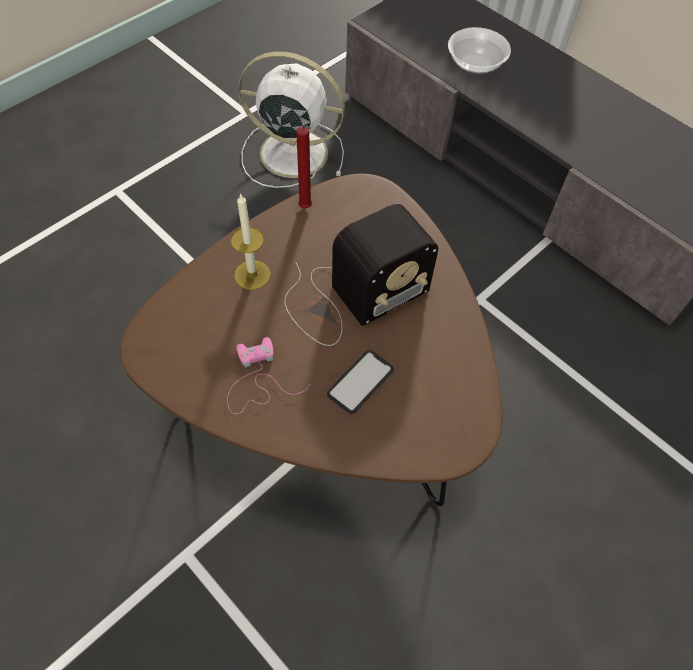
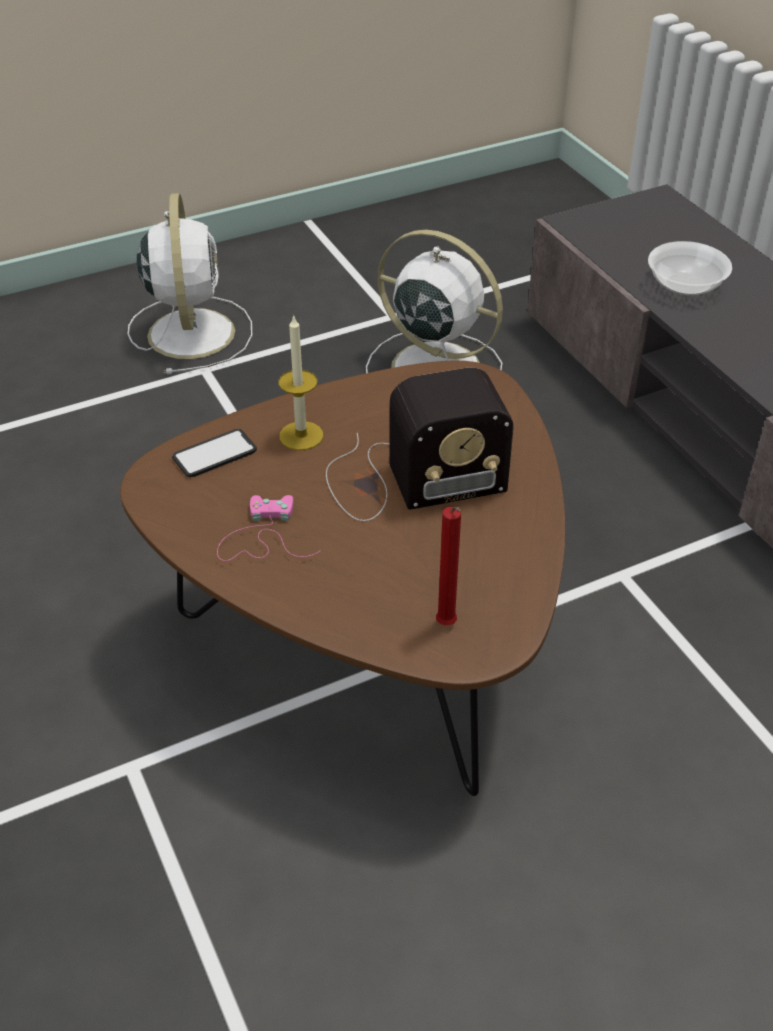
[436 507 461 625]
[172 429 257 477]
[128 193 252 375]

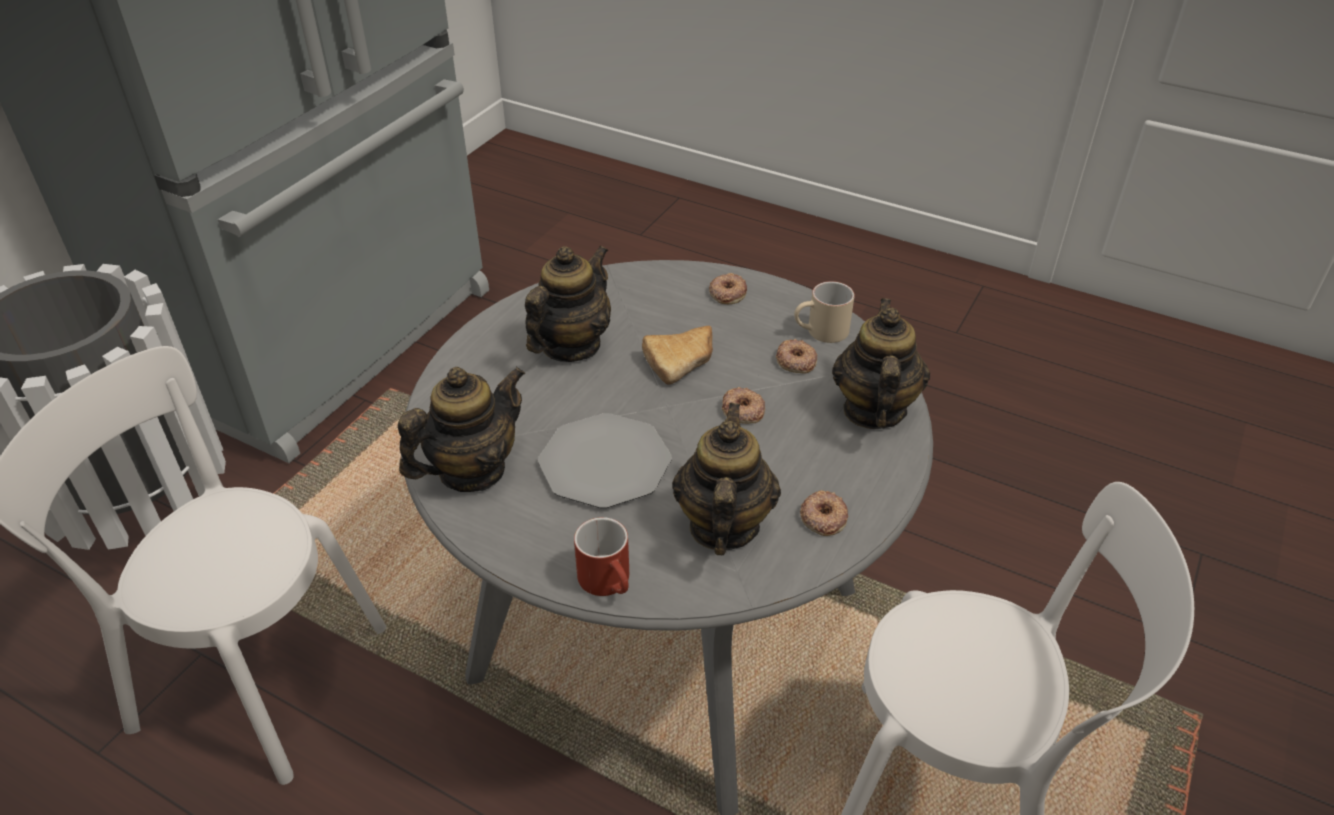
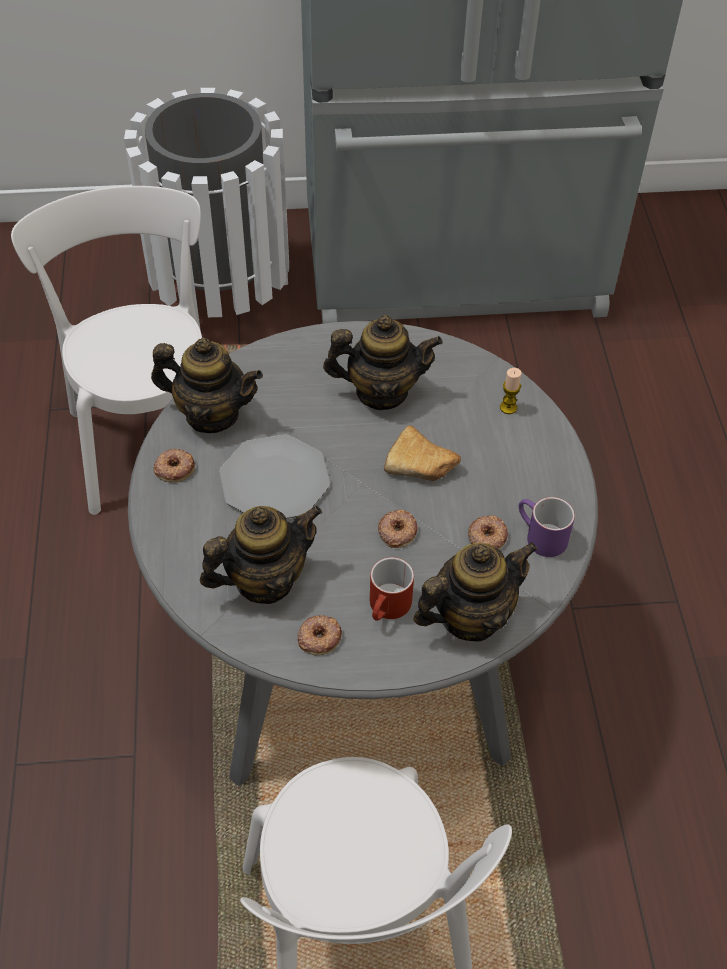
[370 557 414 621]
[154 449 195 483]
[519 497 575 557]
[500 368 522 414]

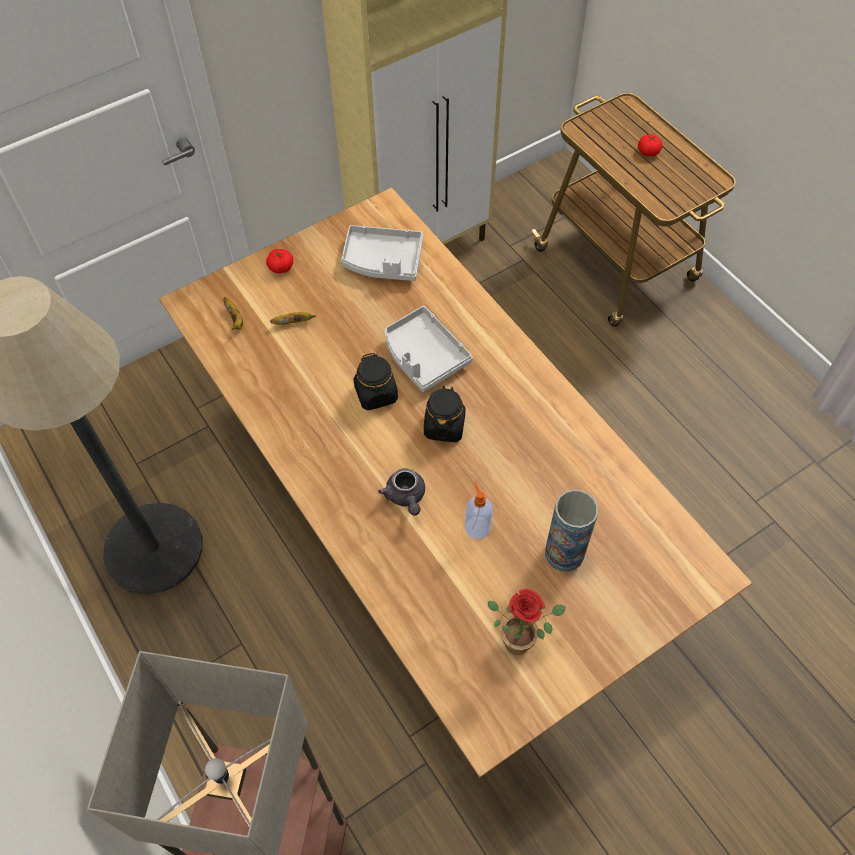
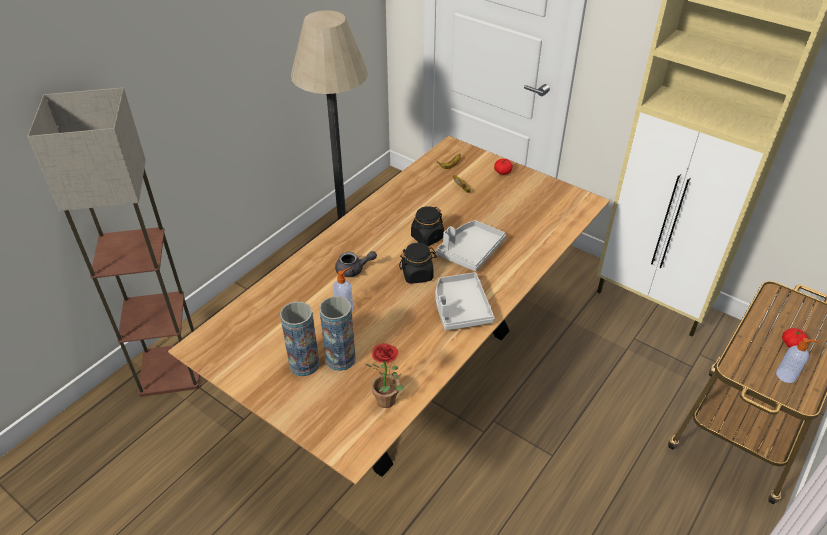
[435 272 495 330]
[335 251 377 277]
[366 343 404 408]
[280 301 320 376]
[776 338 819 383]

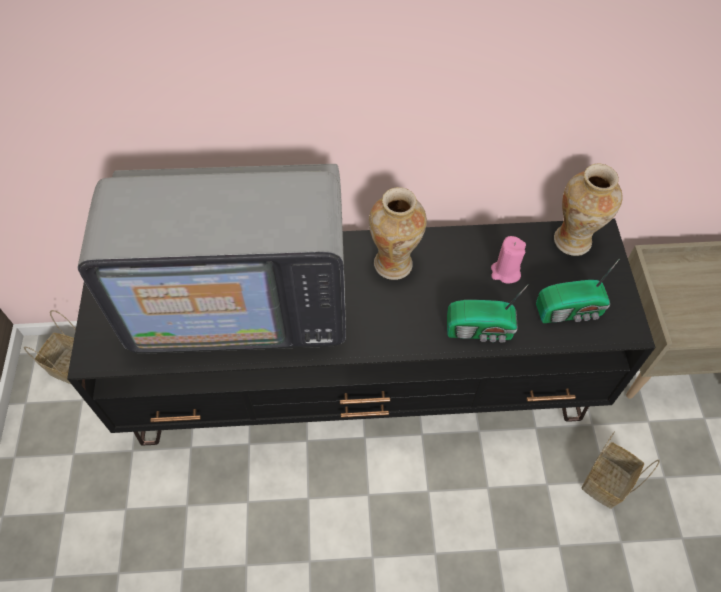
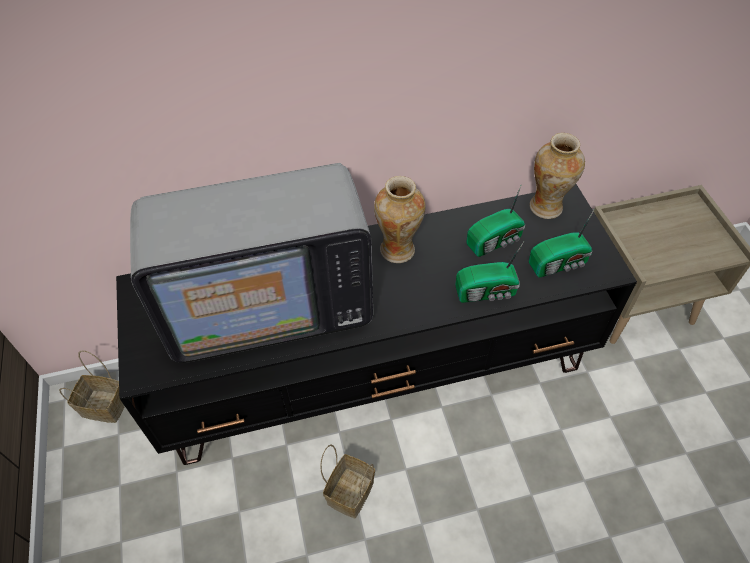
[466 184 525 257]
[320 444 375 518]

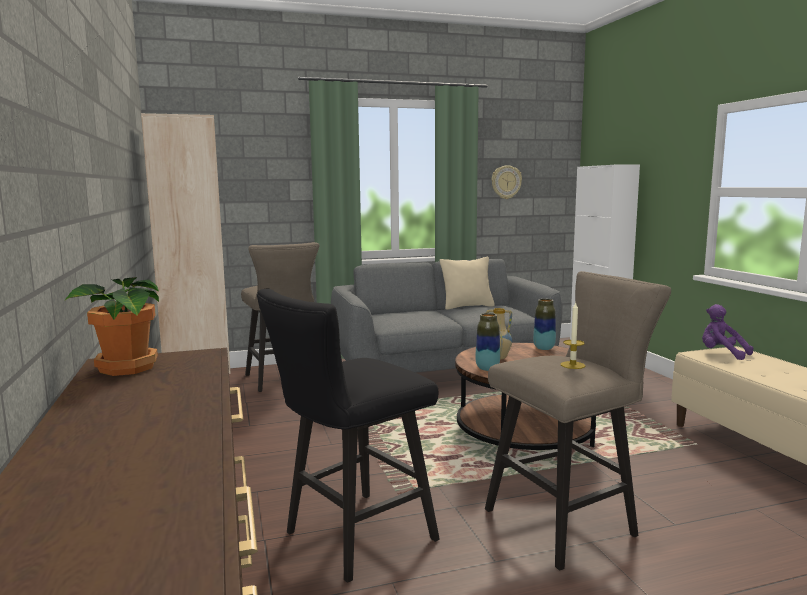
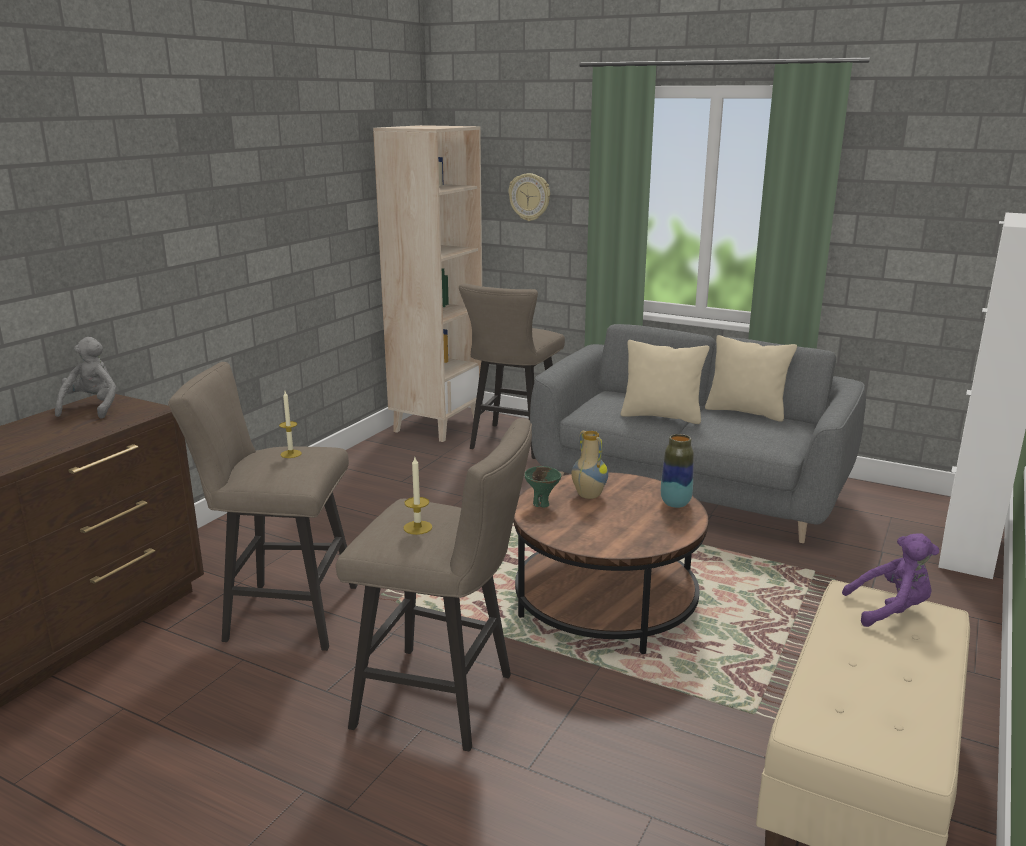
[55 337 116 419]
[168 362 357 651]
[524 466 561 508]
[508 173 550 221]
[842 533 939 627]
[279 391 302 458]
[621 340 709 424]

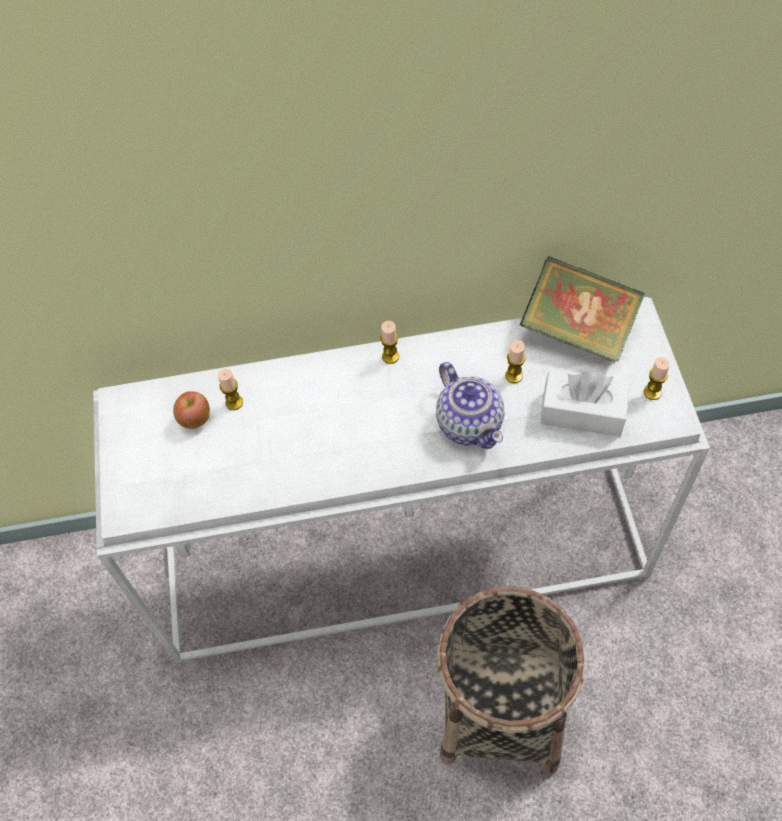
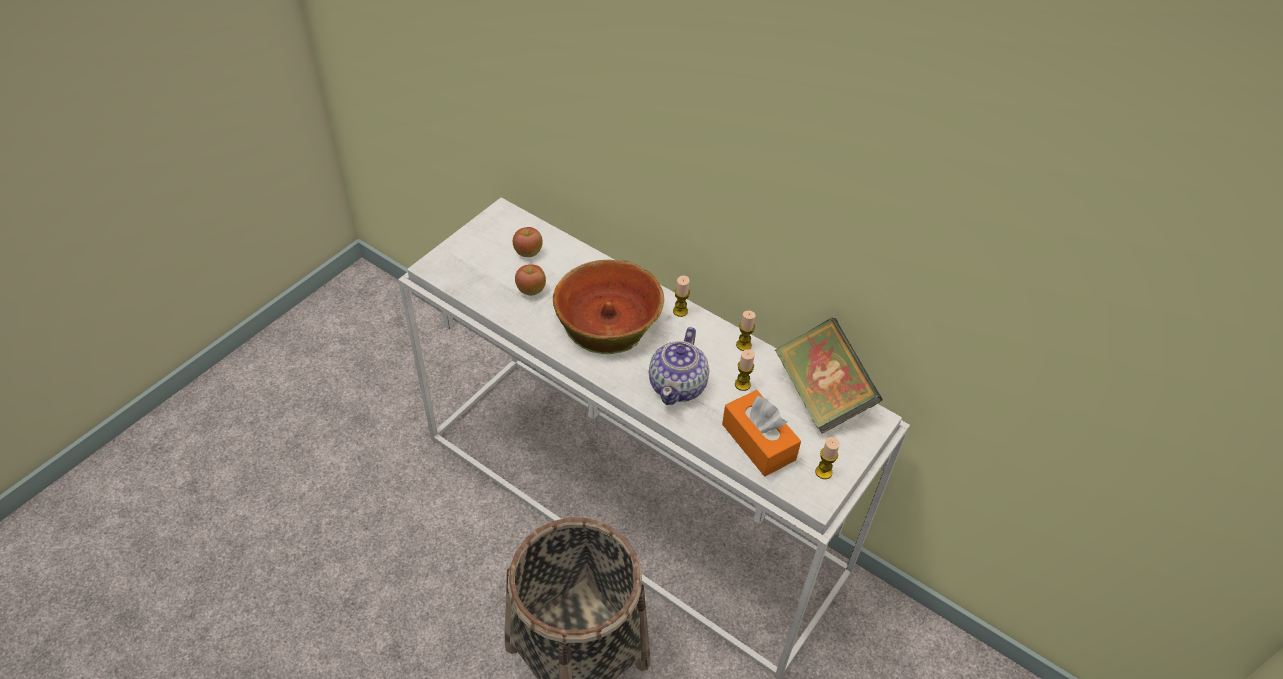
[736 311 756 351]
[722 390 801 476]
[515 264 546 296]
[553 260 664 354]

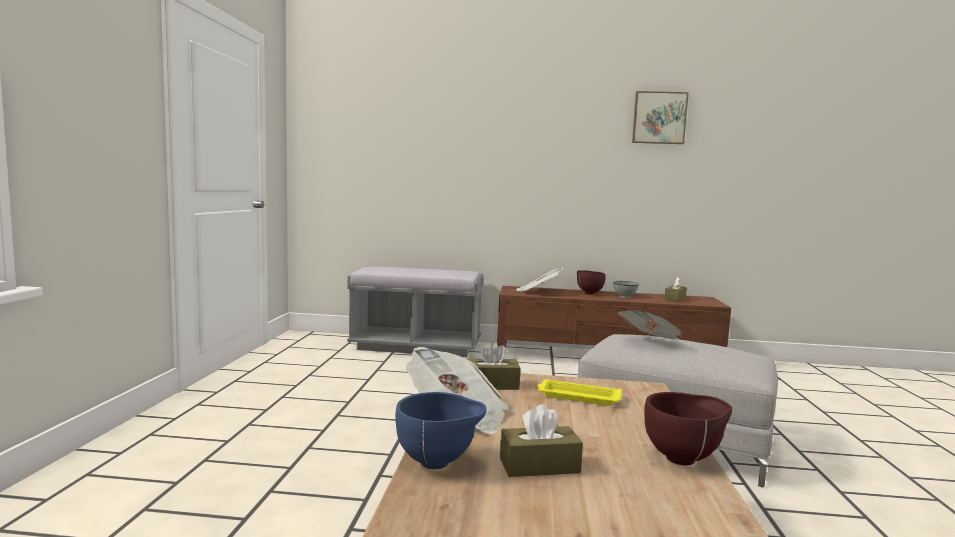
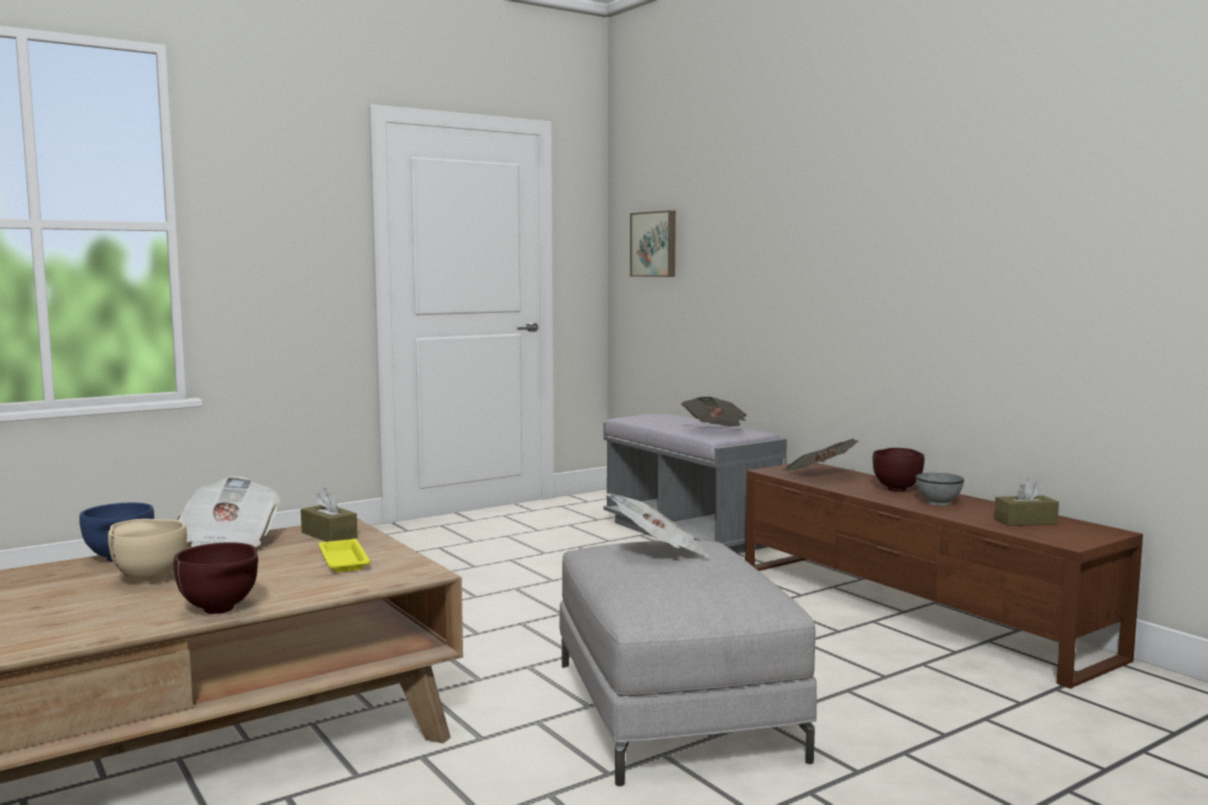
[108 519 187 584]
[630 210 676 277]
[681 397 746 426]

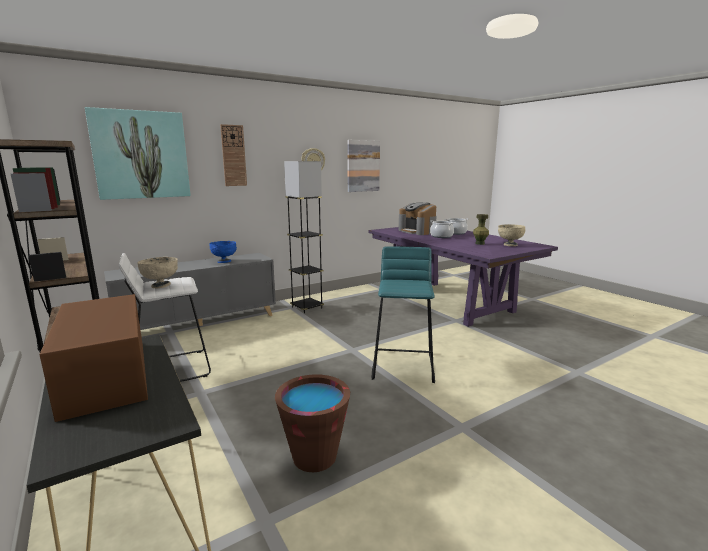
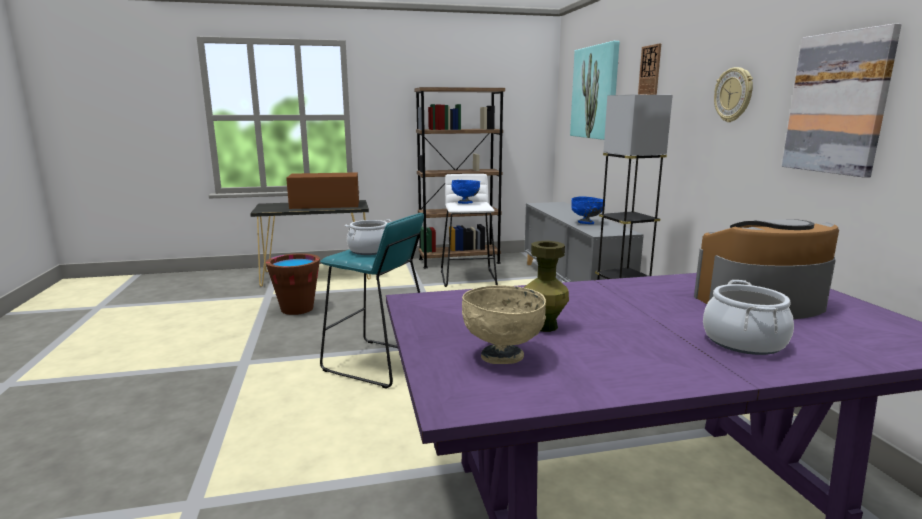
[451 180 480 204]
[345 219 392 255]

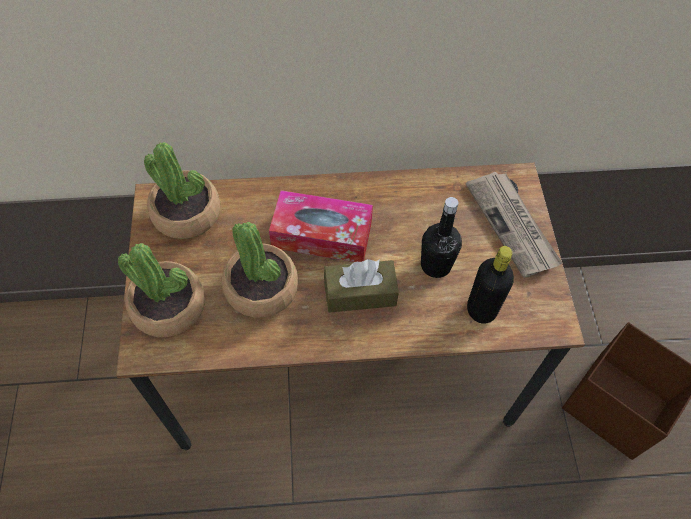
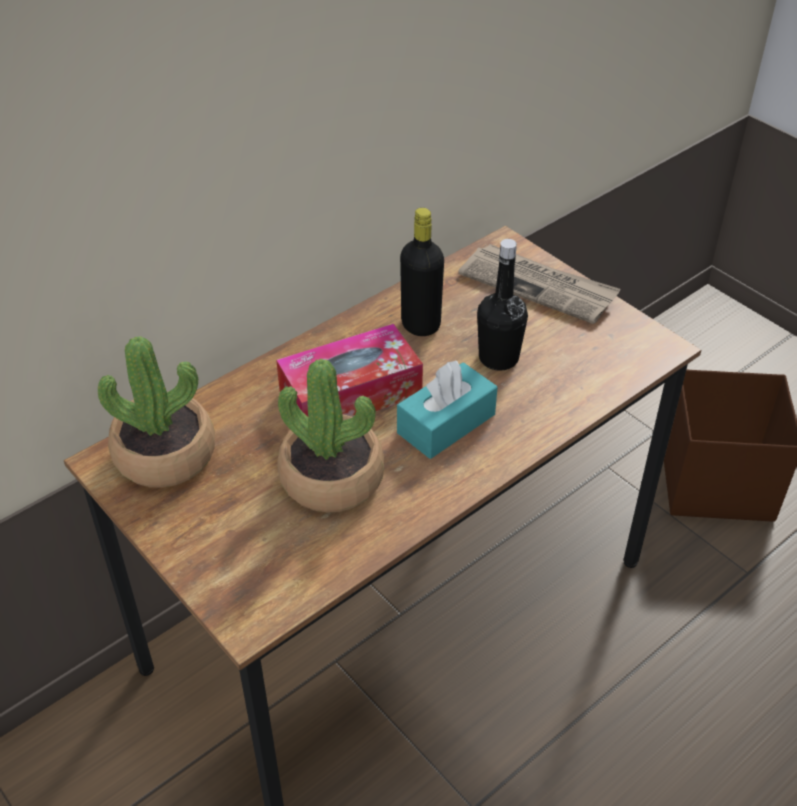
[118 243 205 337] (first image)
[397 361 497 459]
[400 208 444 336]

